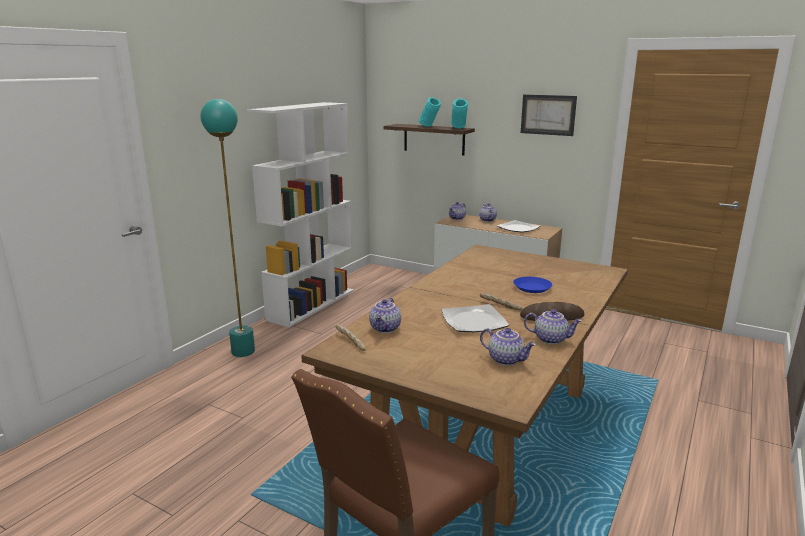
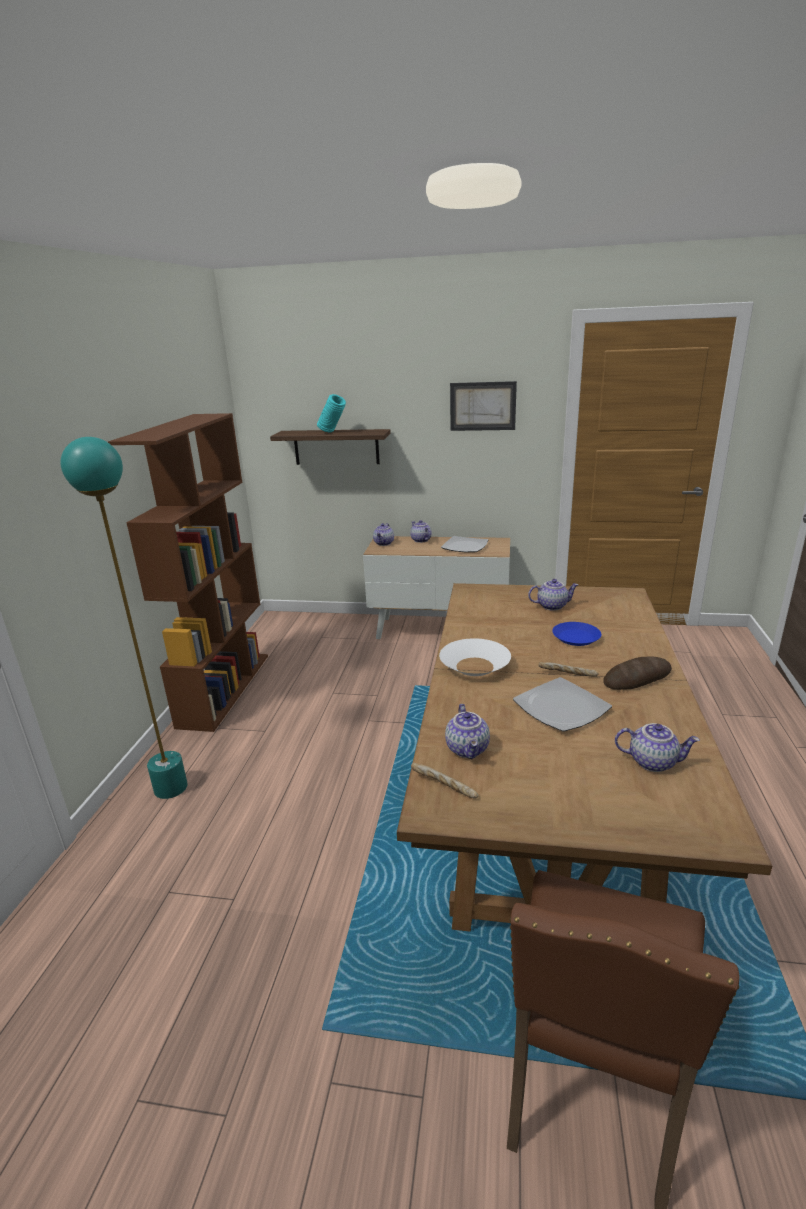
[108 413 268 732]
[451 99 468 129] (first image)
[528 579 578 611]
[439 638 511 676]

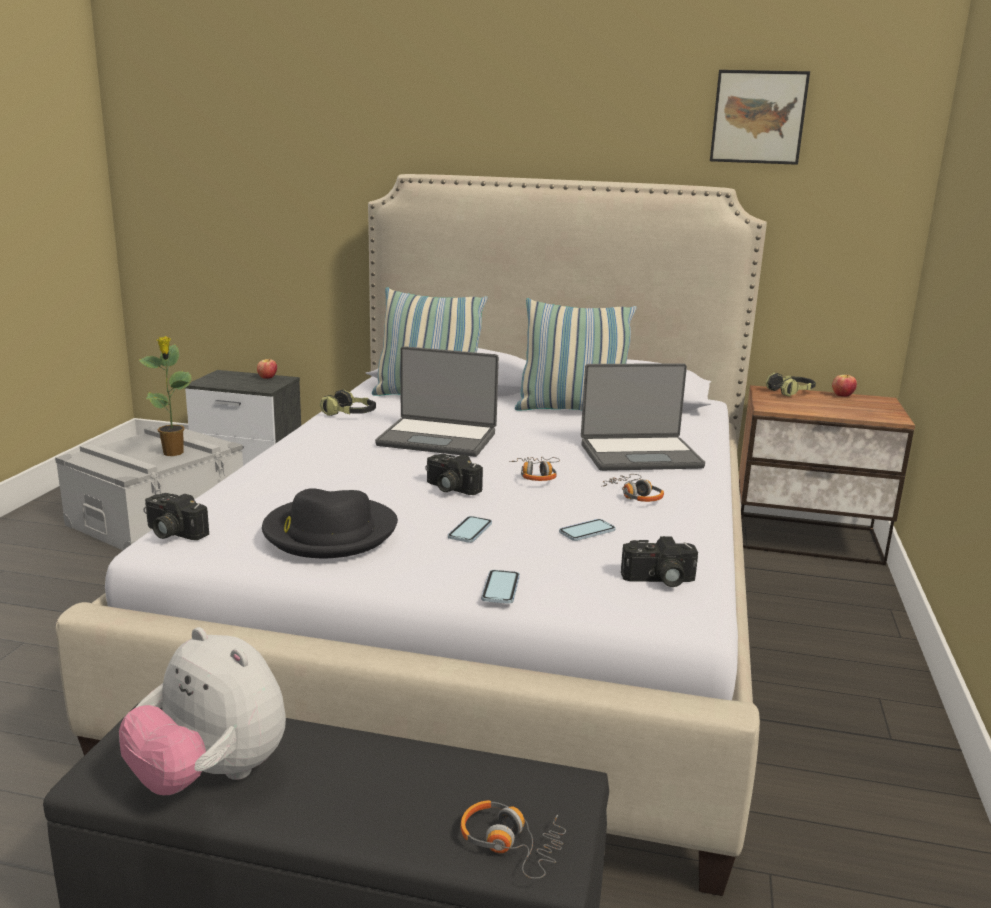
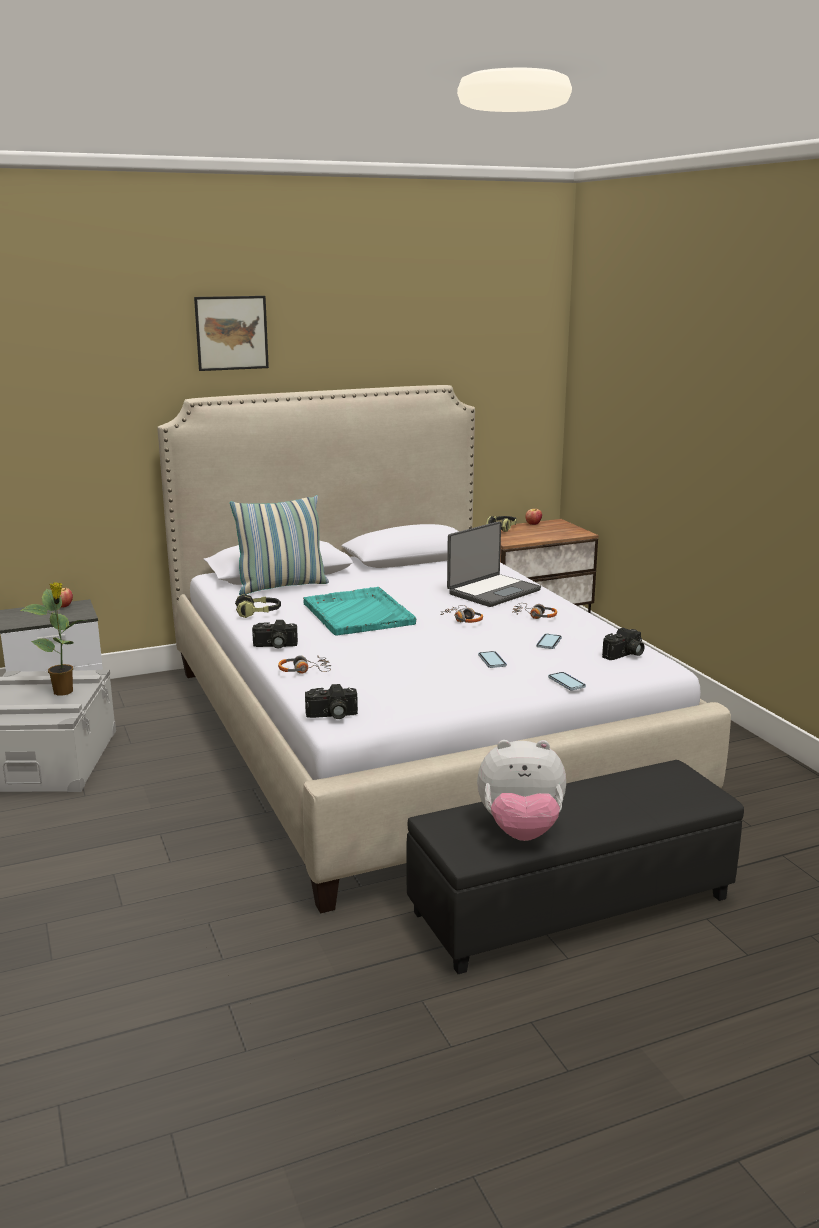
[262 488 398 558] (first image)
[303 587 416 636]
[252 620 298 649]
[278 655 332 674]
[515 298 636 411] (first image)
[194 296 269 371]

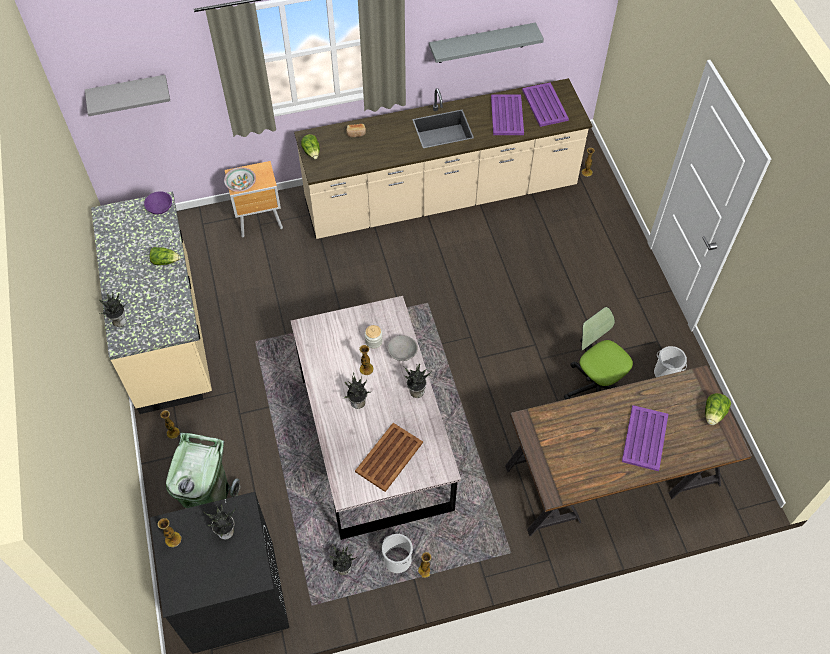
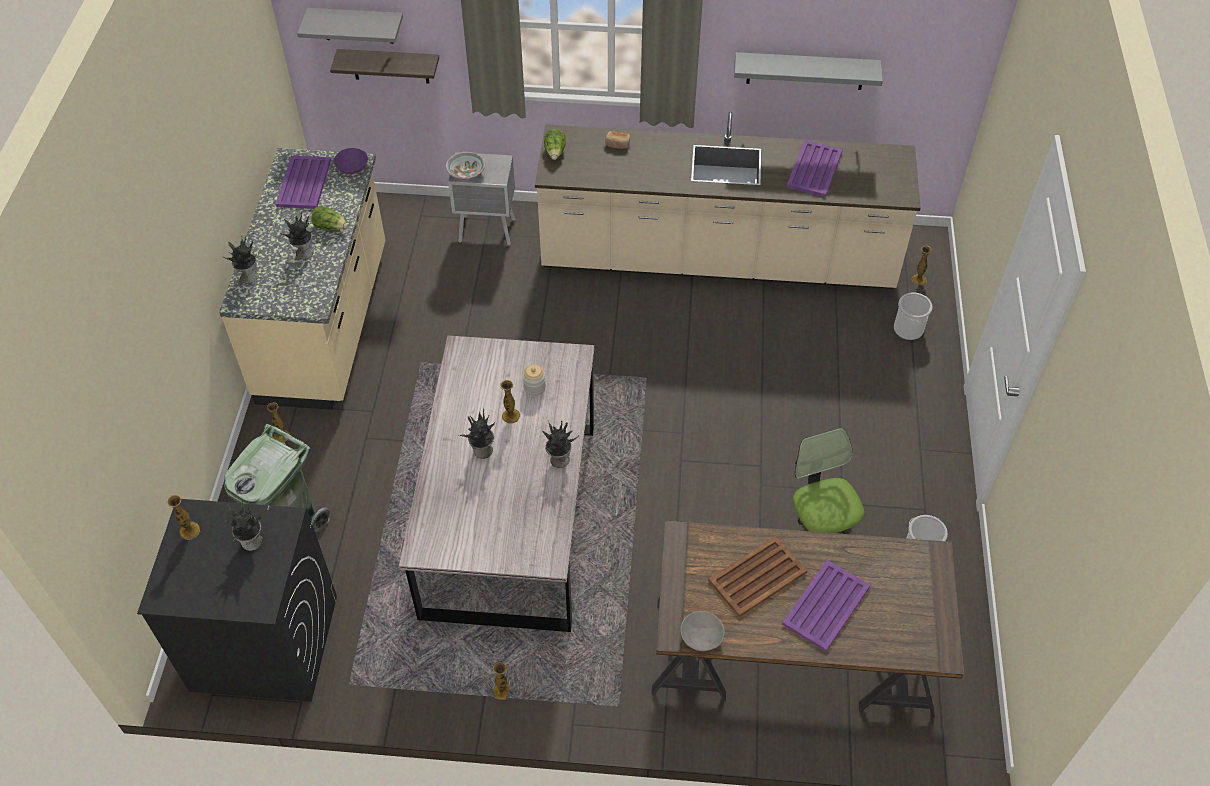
[448 152 515 245]
[282 212 314 259]
[708 536 807 617]
[894 292 933 340]
[680 611 725 651]
[276 155 331 209]
[705 393 731 425] (first image)
[330 49 439 84]

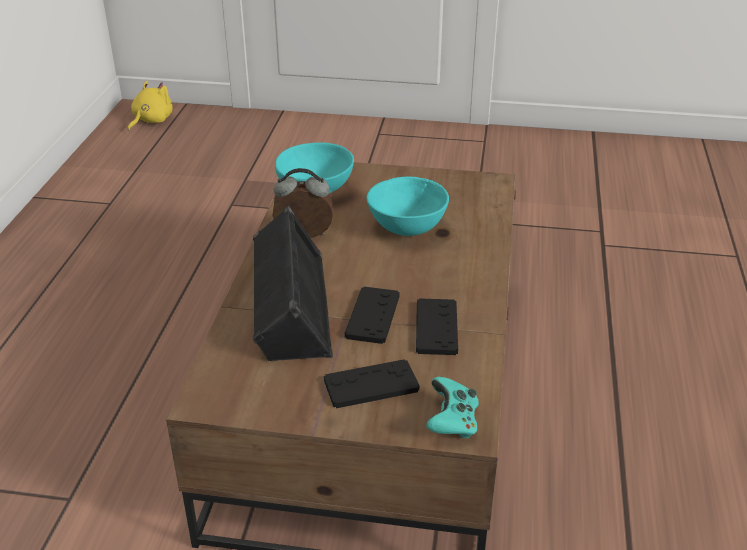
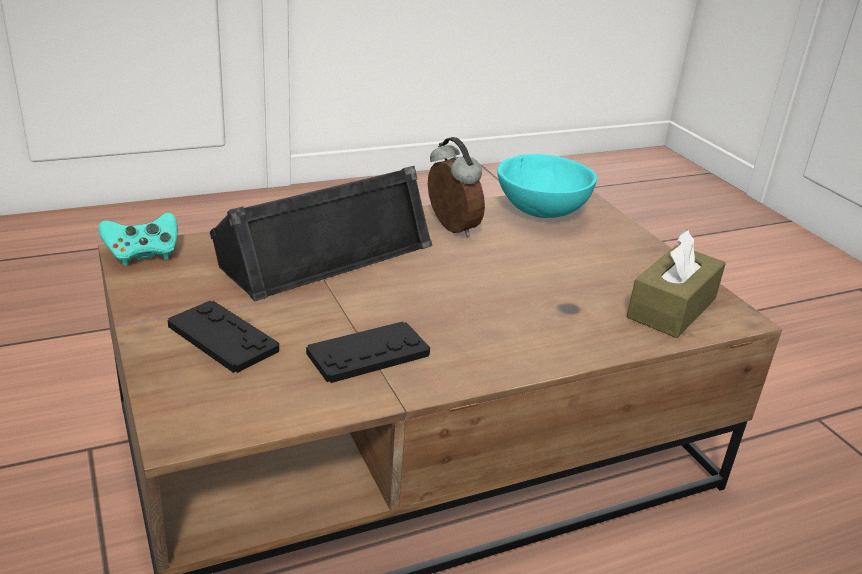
[128 81 173 131] (first image)
[345 287 400 344] (first image)
[367 177 449 236] (first image)
[98 213 178 266]
[627 229 726 338]

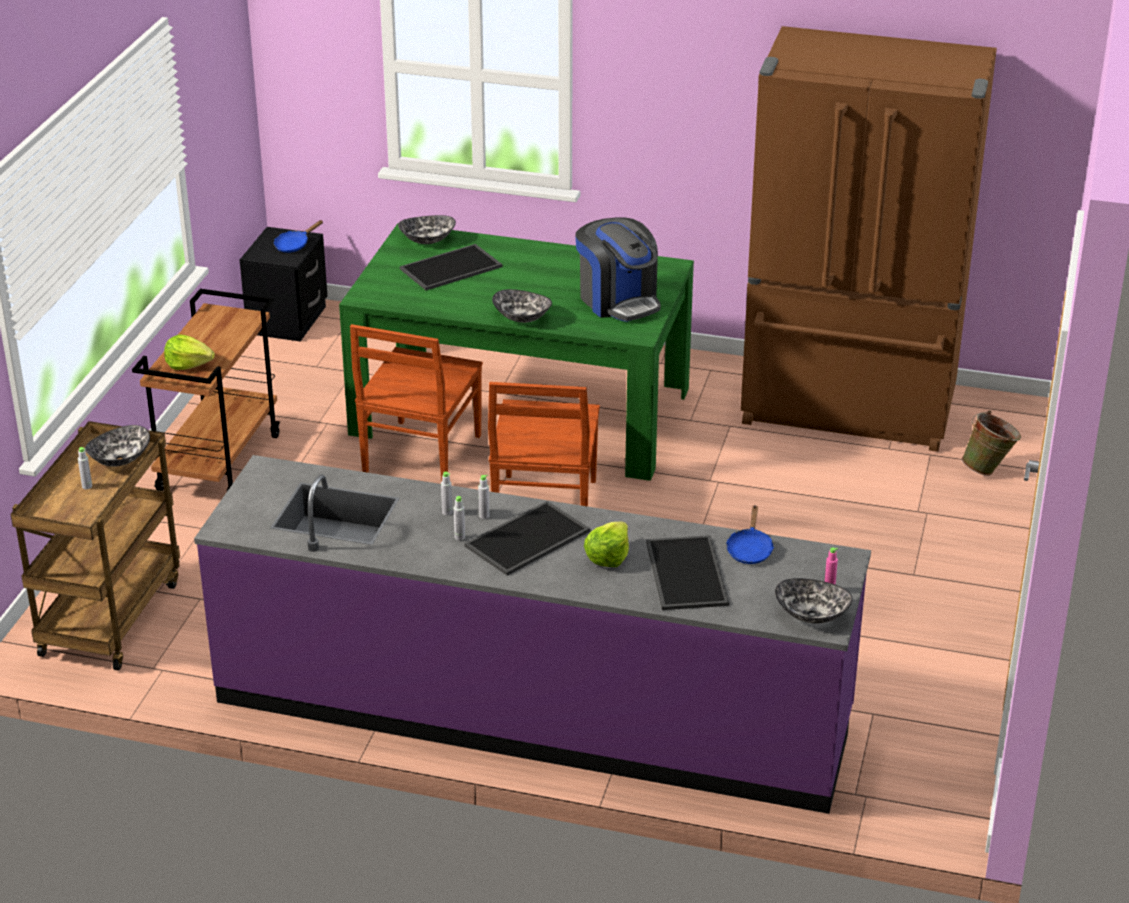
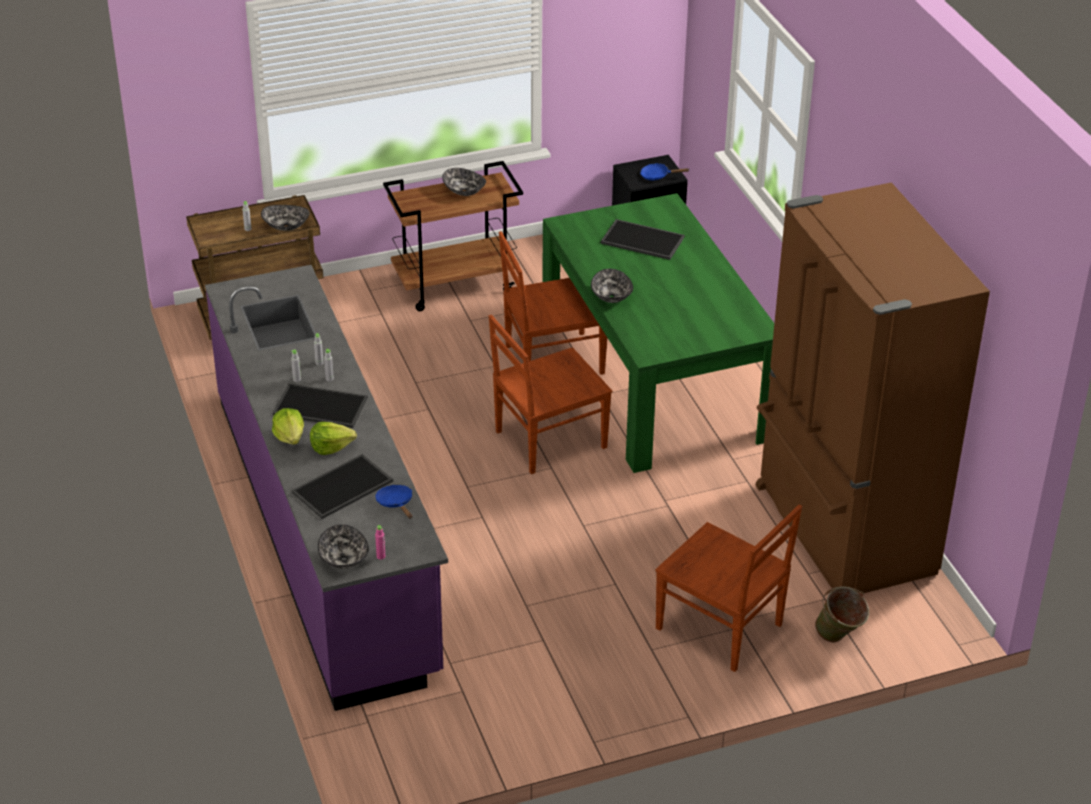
[272 408 304 445]
[442 168 486 196]
[575 217 661 322] (first image)
[376 485 413 519]
[655 505 802 672]

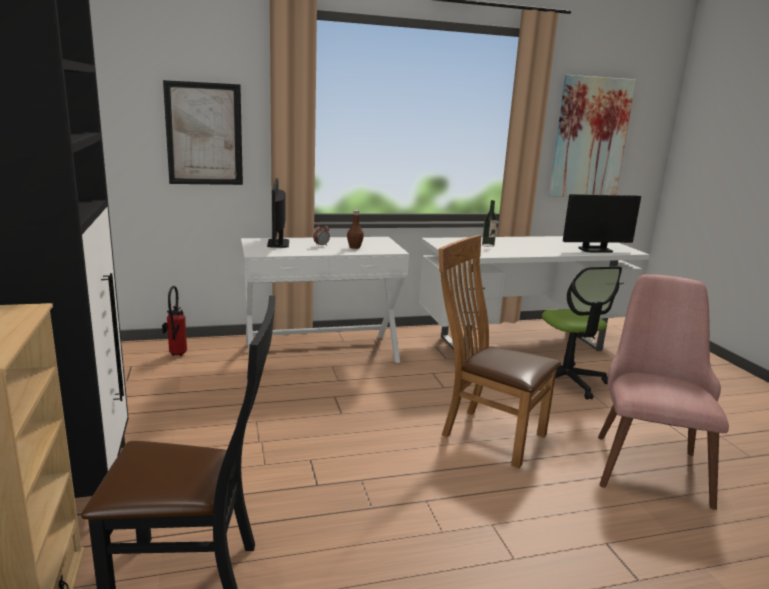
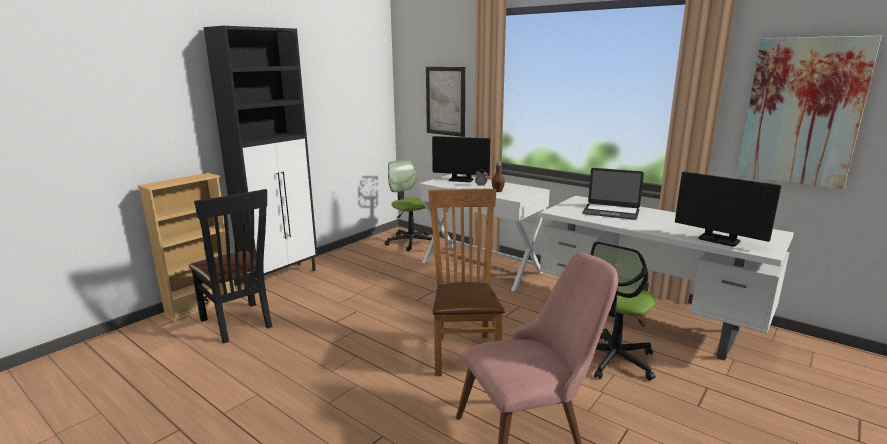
[385 159 432 251]
[432 136 490 182]
[582 168 644 220]

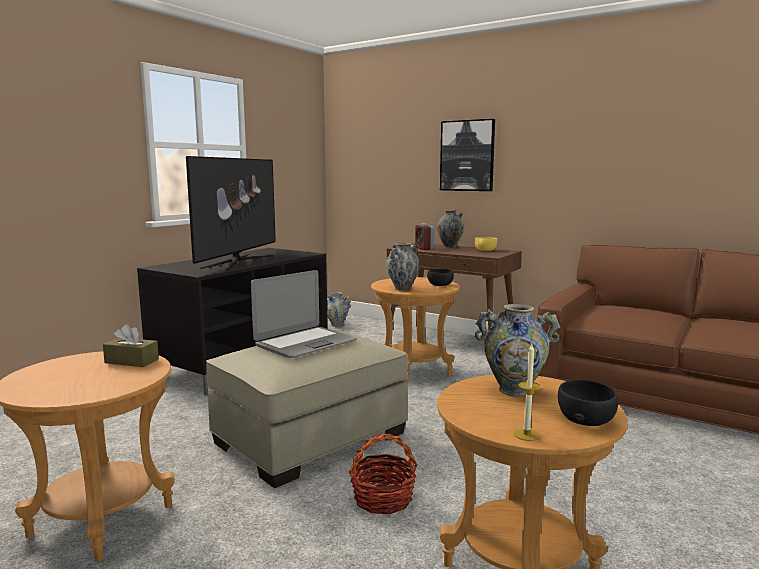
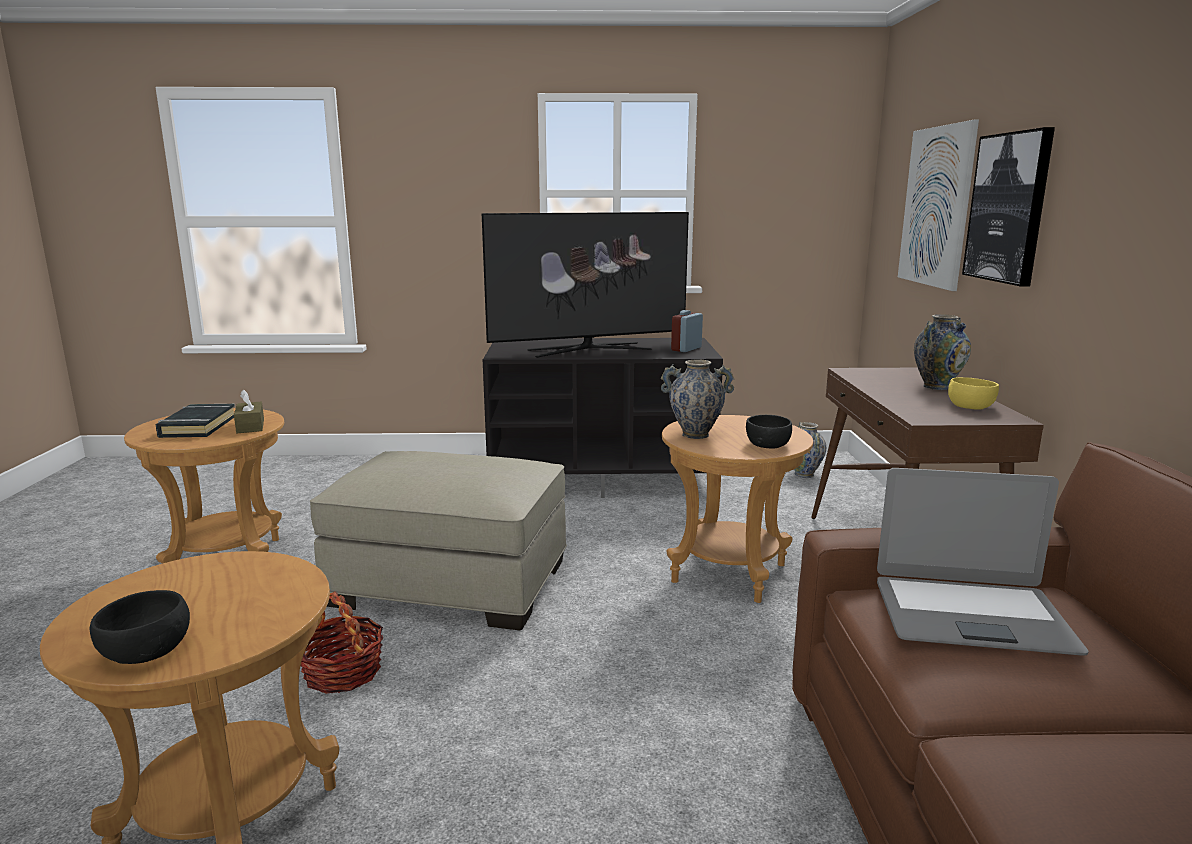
[877 468 1089 656]
[671 310 703 352]
[475 304 560 396] (first image)
[514 344 541 441] (first image)
[156 404 235 438]
[898 119 979 291]

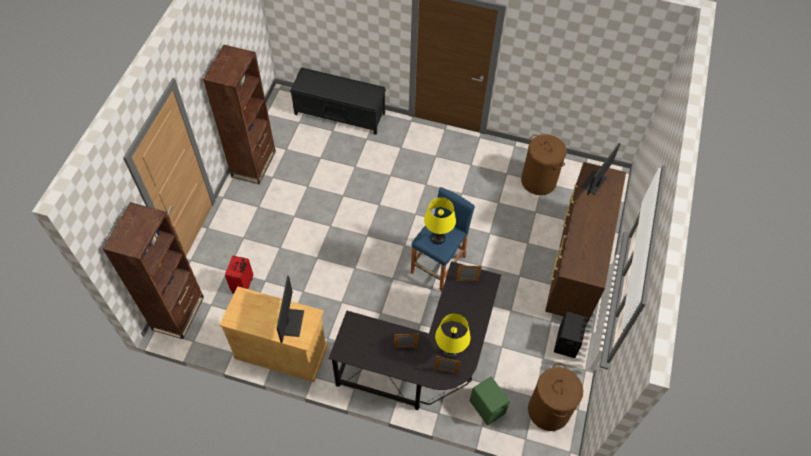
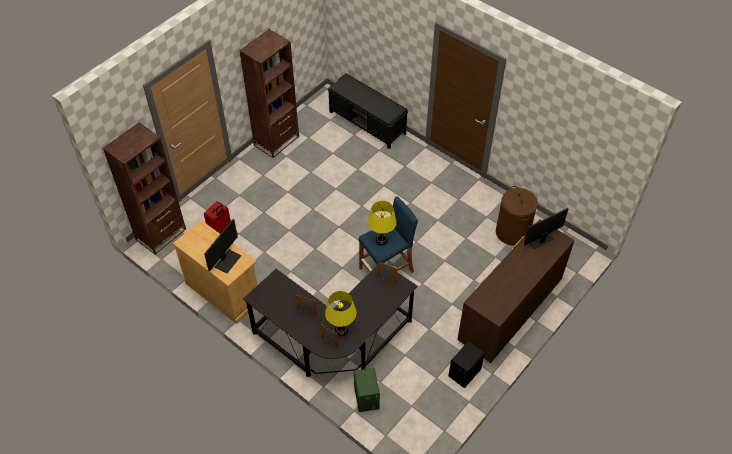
[528 363 583 431] (first image)

